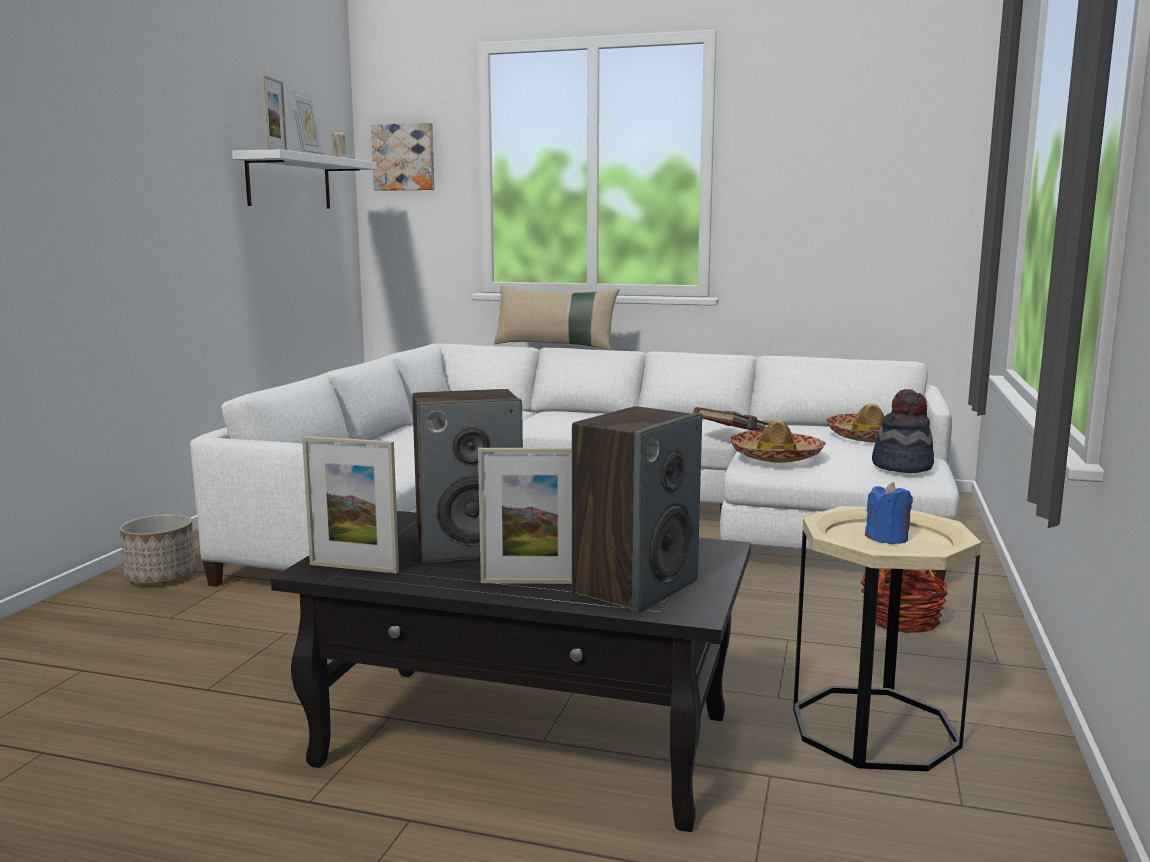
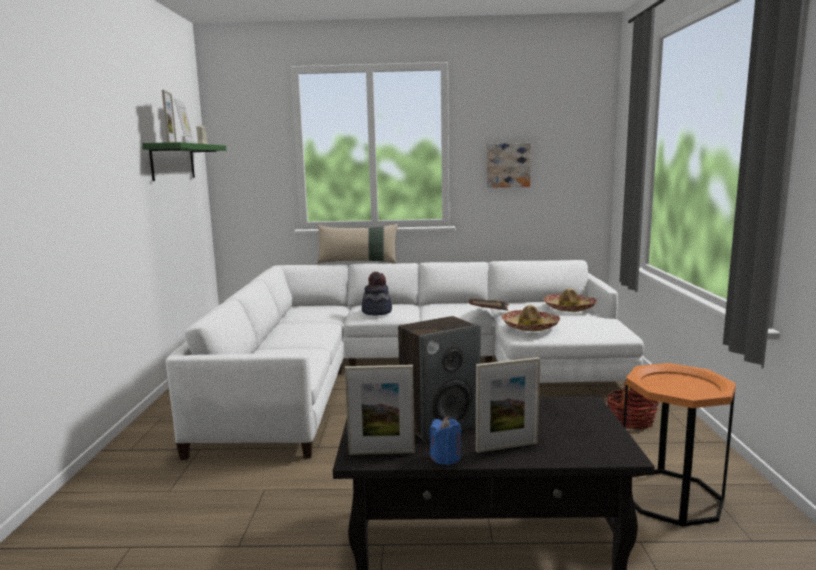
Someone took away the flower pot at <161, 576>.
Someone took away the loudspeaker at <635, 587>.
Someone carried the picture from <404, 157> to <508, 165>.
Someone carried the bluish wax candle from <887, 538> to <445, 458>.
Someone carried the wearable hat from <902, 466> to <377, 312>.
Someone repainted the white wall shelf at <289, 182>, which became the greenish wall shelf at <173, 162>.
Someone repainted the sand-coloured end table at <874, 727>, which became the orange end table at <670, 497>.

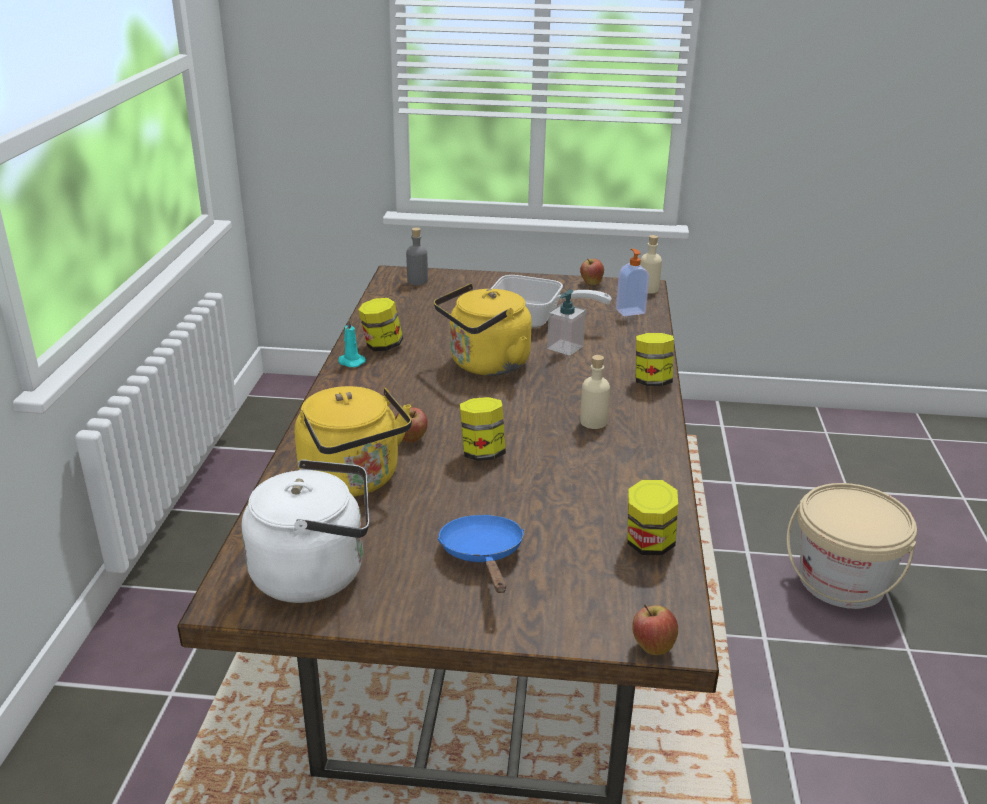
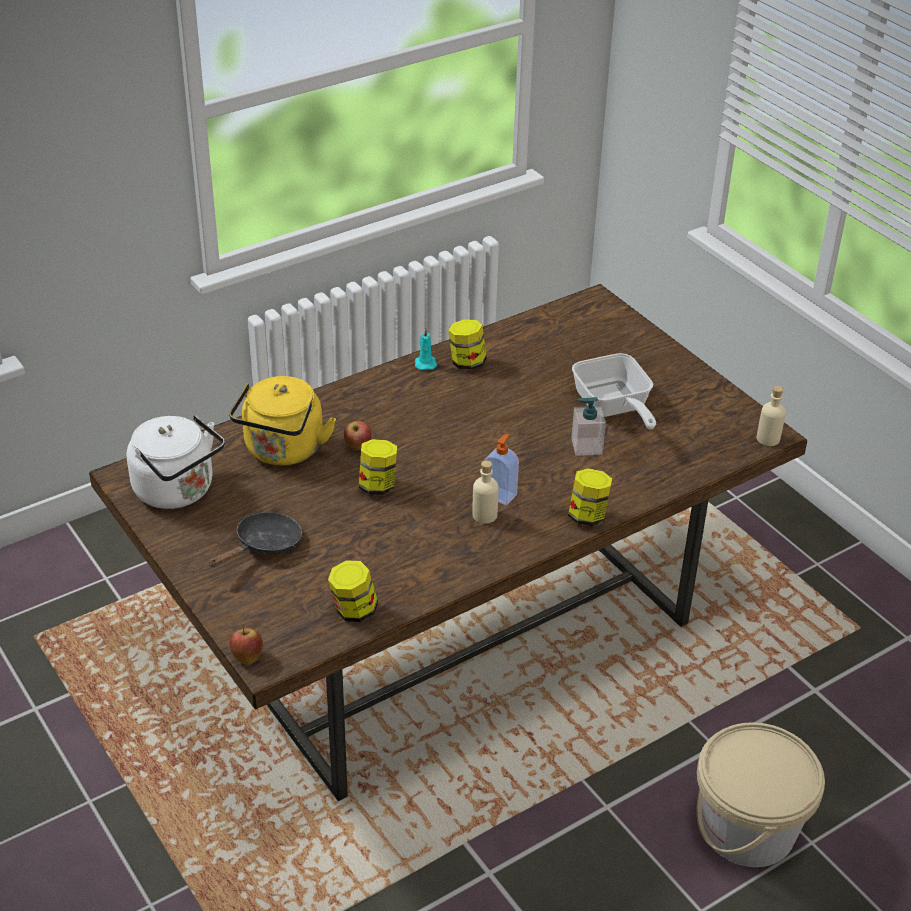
Someone took away the greyish drink bottle at <417, 281>.
Someone took away the yellowish tea kettle at <485, 365>.
Someone took away the apple fruit at <591, 283>.
Someone carried the soap bottle from <630, 311> to <500, 495>.
Someone repainted the bluish pan at <483, 555>, which became the black-coloured pan at <264, 545>.

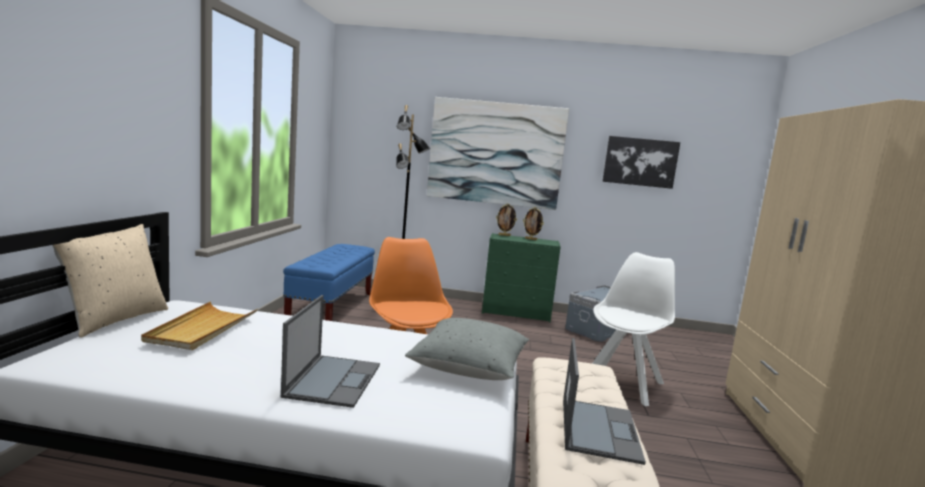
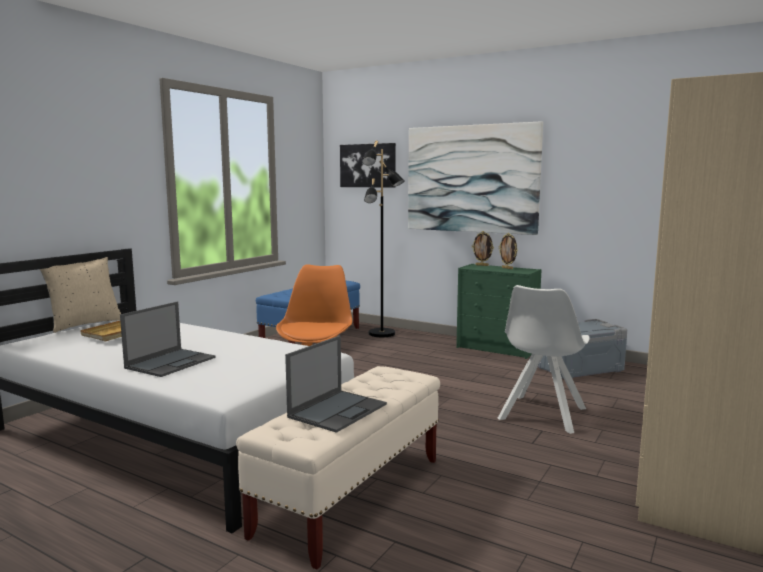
Someone took away the greyish pillow at <469, 368>.
Someone carried the picture from <640, 162> to <368, 165>.
Someone rotated the white plain chair at <623, 382> by 150 degrees clockwise.

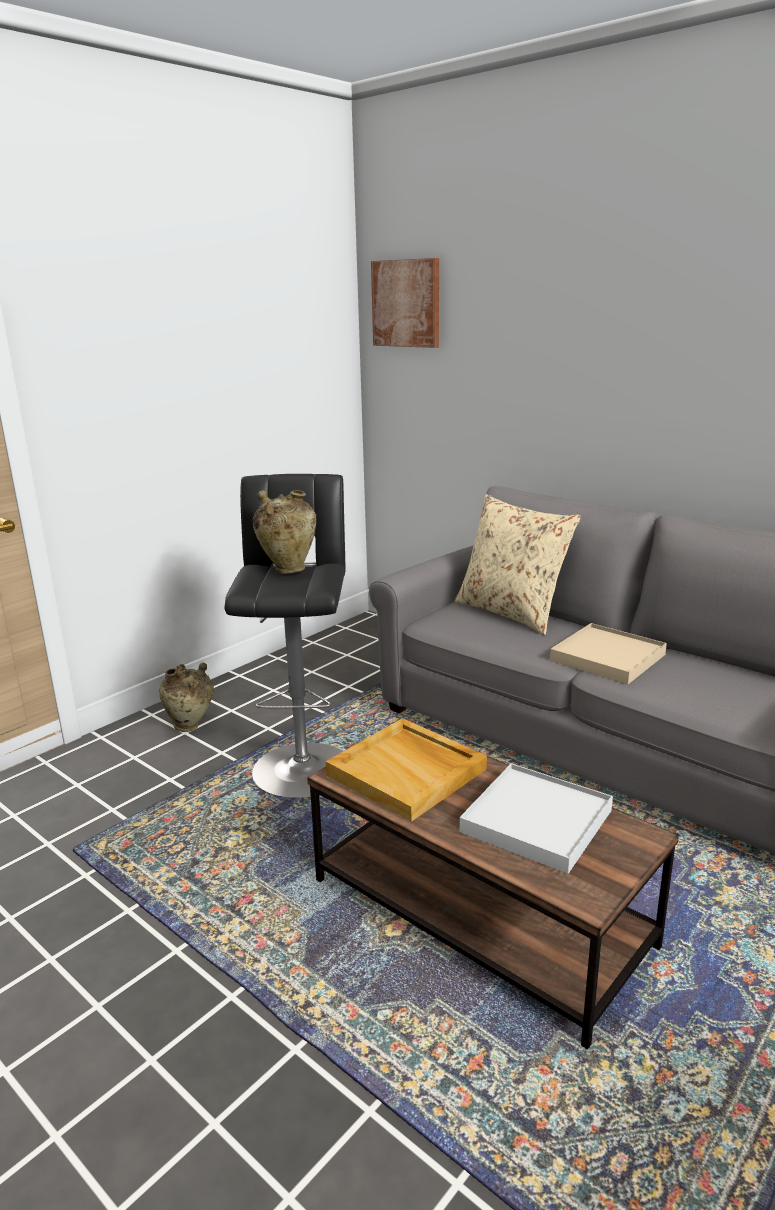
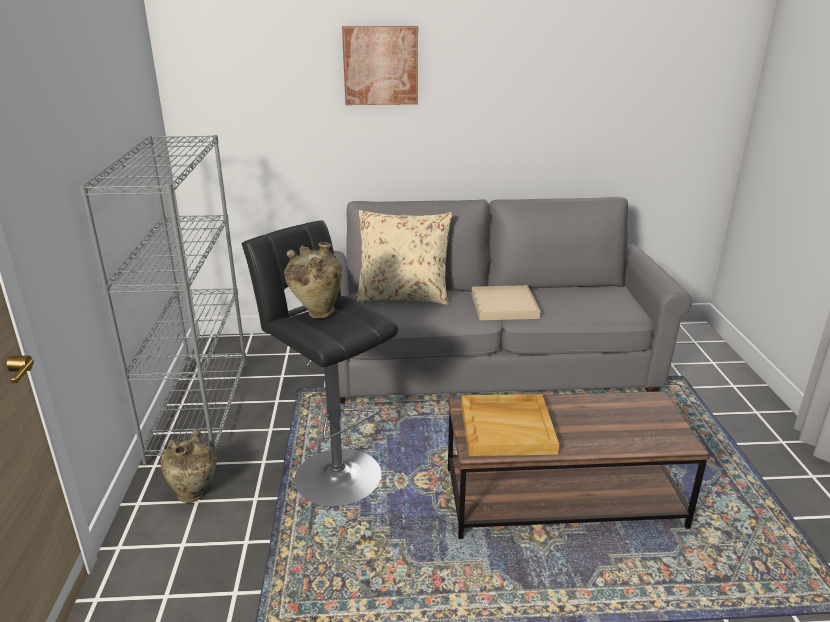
Someone took away the white tray at <537, 821>.
Someone put down the greyish bookcase at <200, 408>.
Someone carried the picture from <406, 303> to <380, 65>.

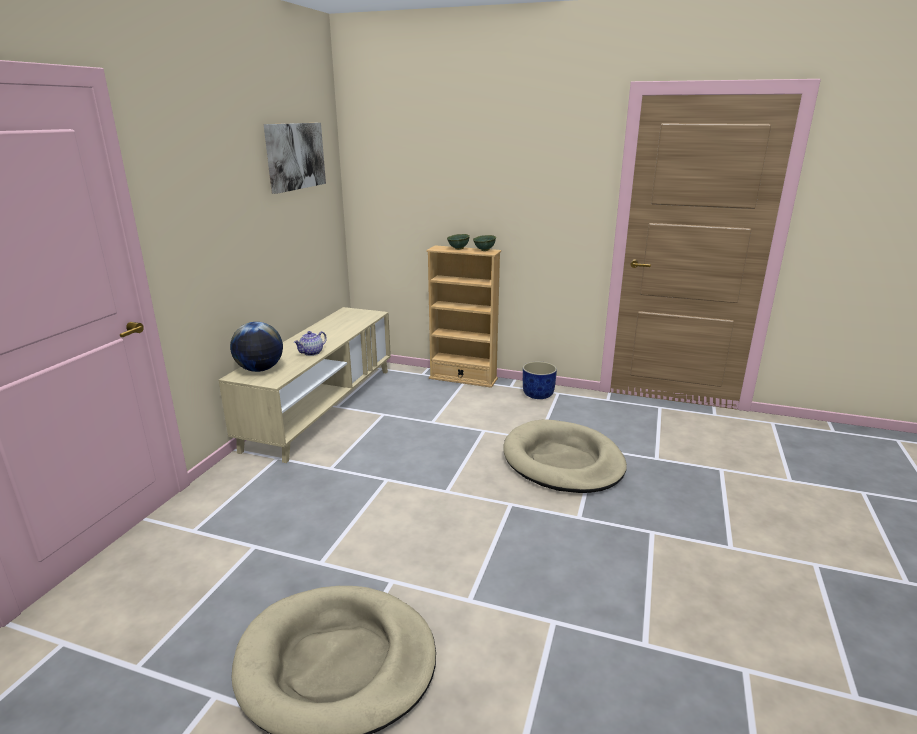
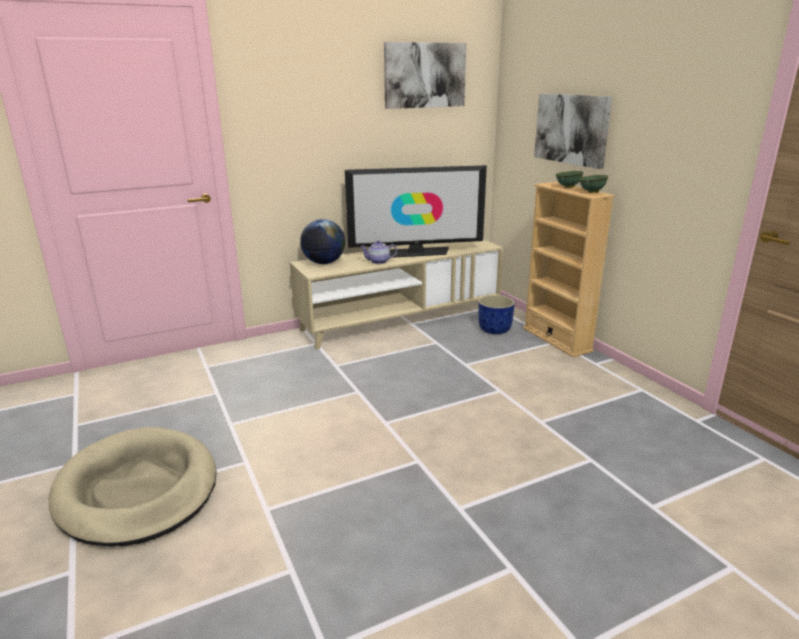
Someone took away the sand-coloured dog cushion at <562, 461>.
Someone put down the TV at <416, 252>.
Someone put up the picture at <571, 129>.
Someone carried the bluish flower pot from <537, 394> to <495, 329>.

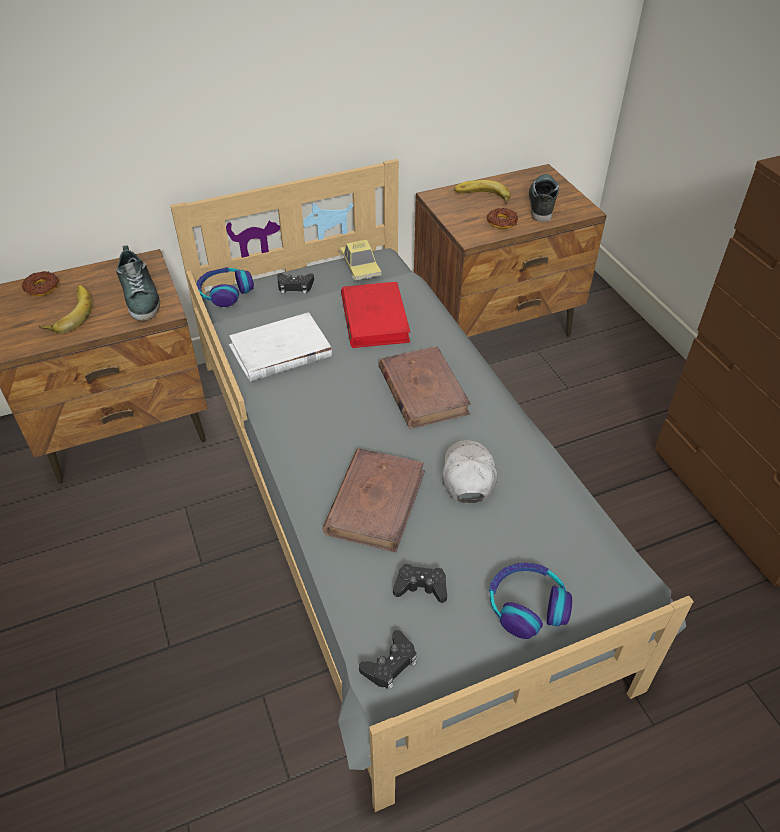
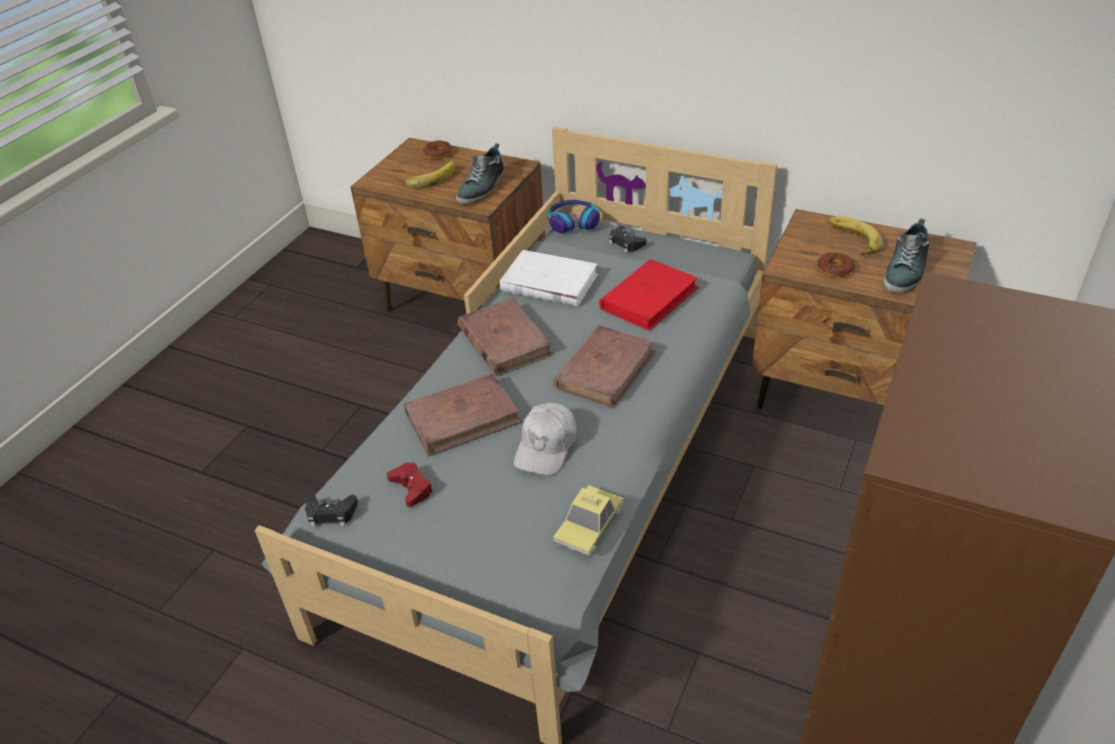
Someone took away the headset at <527, 605>.
Someone put down the brown-coloured bound book at <504, 341>.
Someone carried the miniature car from <360, 266> to <589, 524>.
Someone repainted the black-coloured game controller at <421, 587>, which became the reddish game controller at <411, 488>.
Someone rotated the white baseball cap at <468, 475> by 150 degrees clockwise.
Someone rotated the shoe at <541, 202> by 150 degrees clockwise.

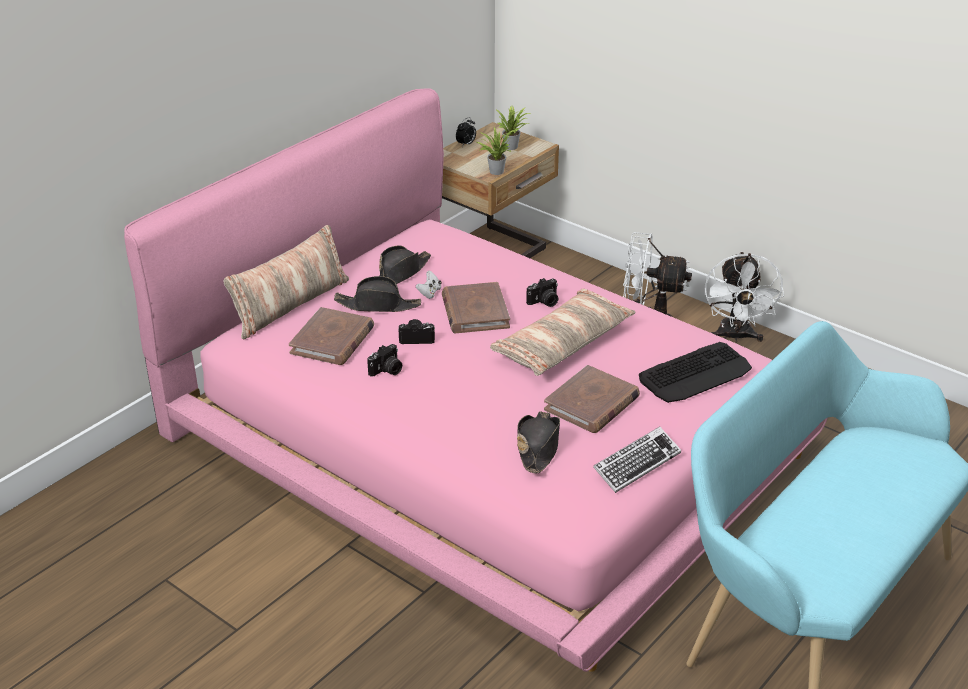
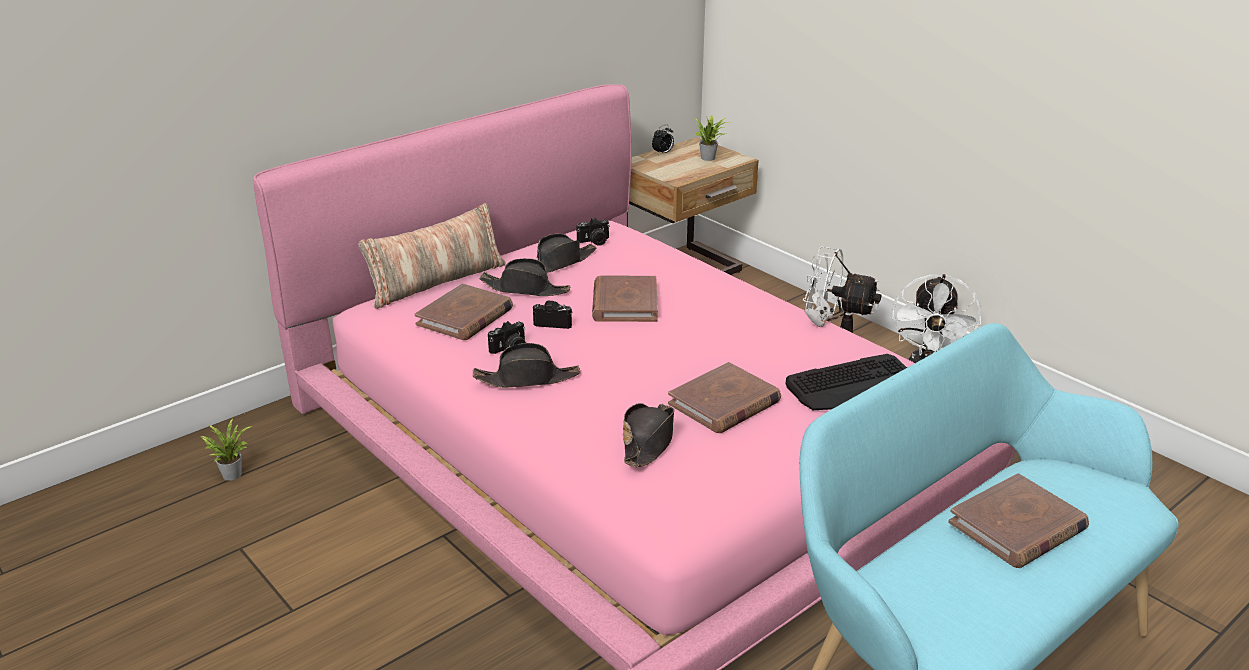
Someone took away the pillow at <562, 344>.
Someone took away the keyboard at <636, 464>.
Someone put down the black-coloured wearable hat at <527, 378>.
Someone put down the brown-coloured bound book at <1017, 526>.
Someone carried the white game controller from <429, 293> to <819, 321>.
Someone carried the potted plant from <495, 171> to <231, 473>.
Someone carried the still camera from <544, 302> to <594, 242>.

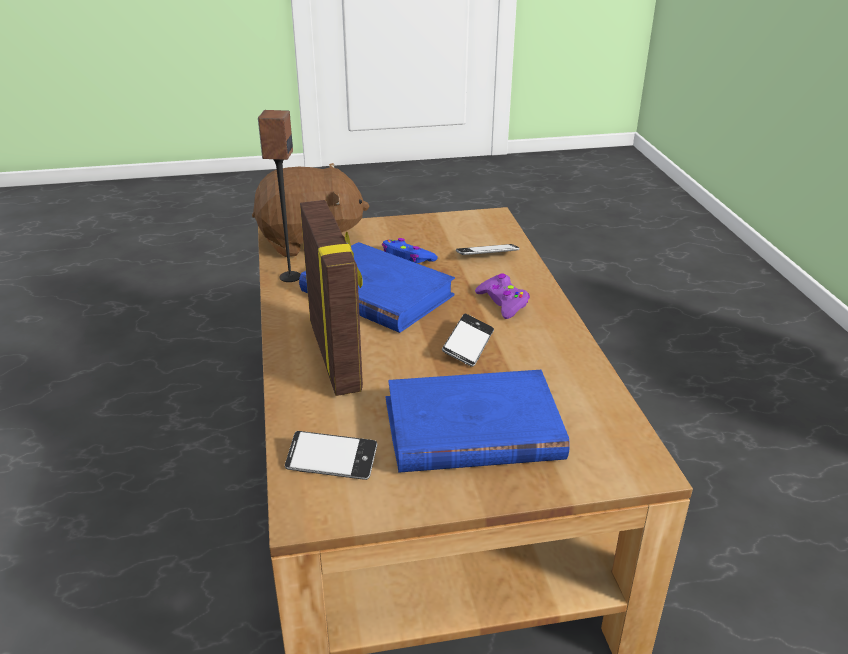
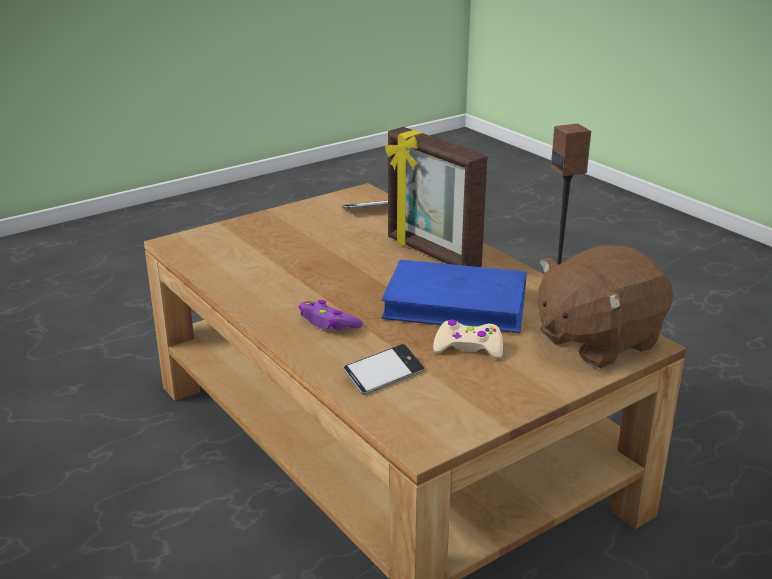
Someone took away the bluish bound book at <472, 429>.
Someone took away the telephone at <468, 345>.
Someone repainted the bluish game controller at <407, 258>, which became the sand-coloured game controller at <468, 348>.

